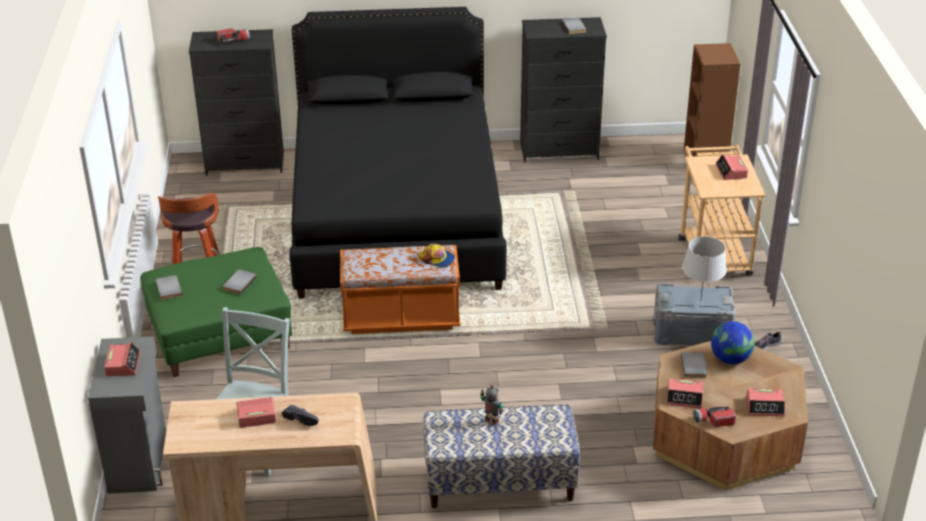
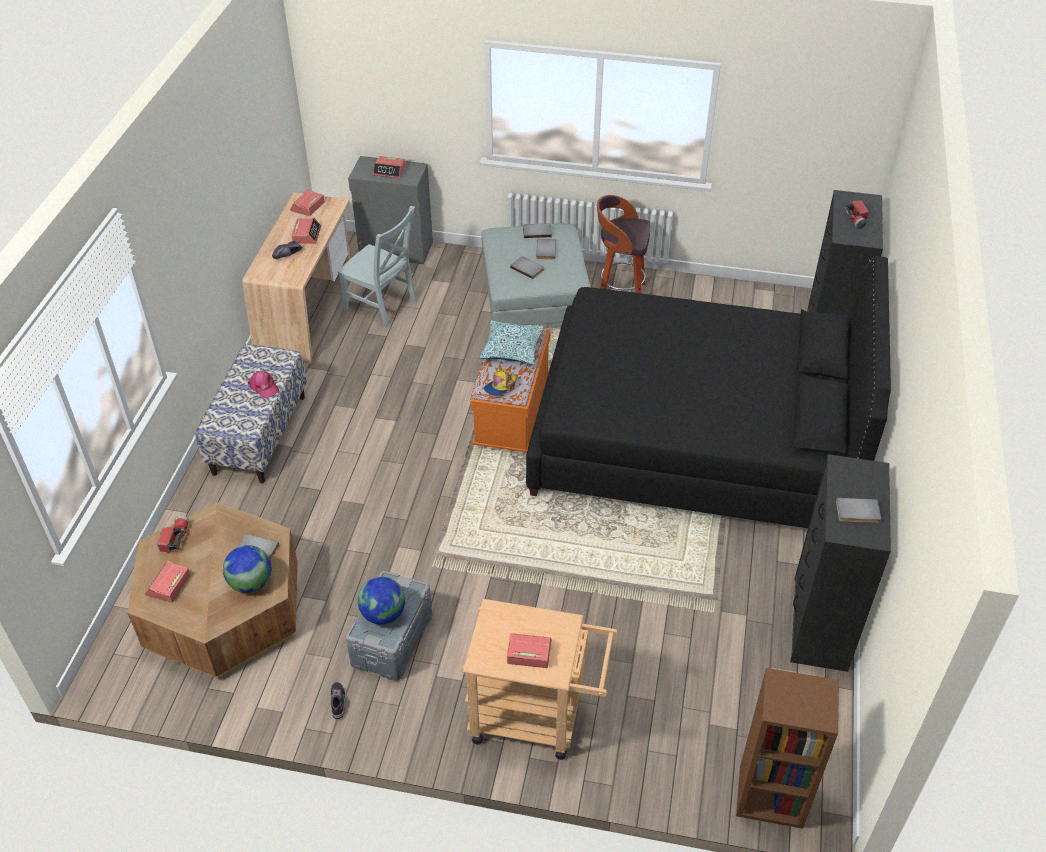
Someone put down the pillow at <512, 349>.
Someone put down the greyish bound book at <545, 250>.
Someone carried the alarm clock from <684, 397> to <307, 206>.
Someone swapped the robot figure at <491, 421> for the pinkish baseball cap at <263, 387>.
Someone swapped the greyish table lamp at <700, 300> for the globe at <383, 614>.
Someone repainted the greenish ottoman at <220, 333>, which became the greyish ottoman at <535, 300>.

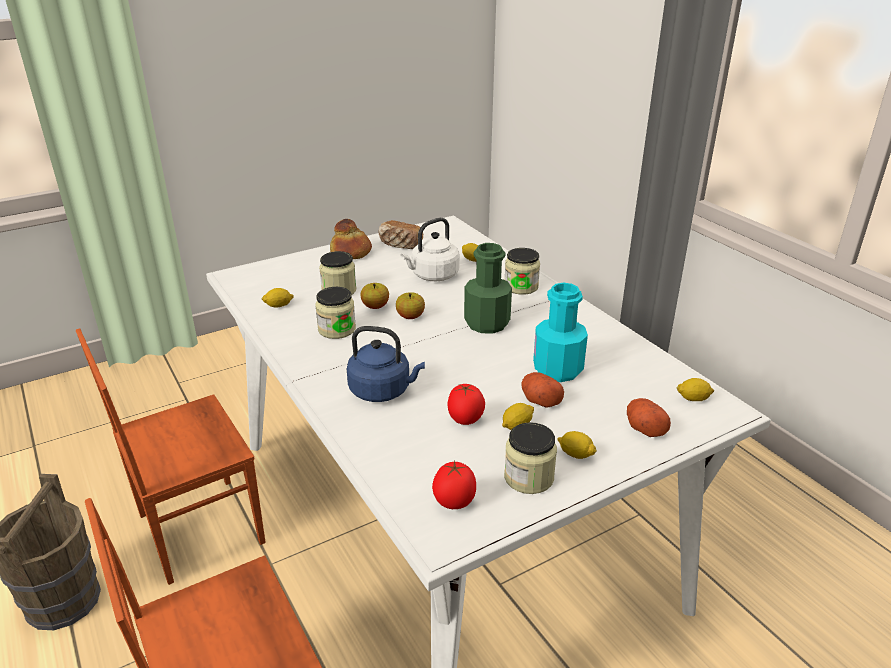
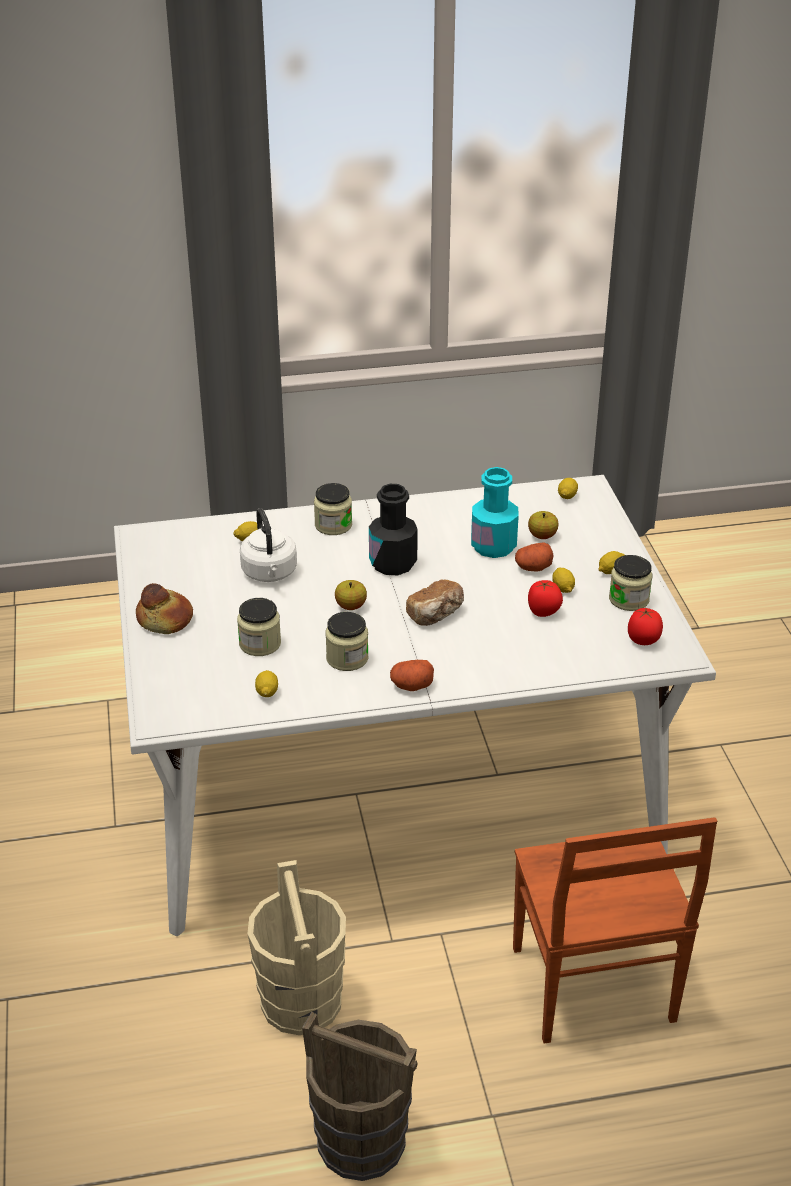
Someone took away the bluish tea kettle at <383, 391>.
Someone carried the apple fruit from <375, 306> to <542, 536>.
Someone carried the bread from <400, 245> to <436, 615>.
Someone carried the spud from <644, 428> to <411, 685>.
Someone swapped the brown-coloured plain chair at <198, 528> for the sand-coloured water bucket at <301, 1002>.
Someone repainted the greenish drink bottle at <487, 323>, which became the black-coloured drink bottle at <393, 563>.

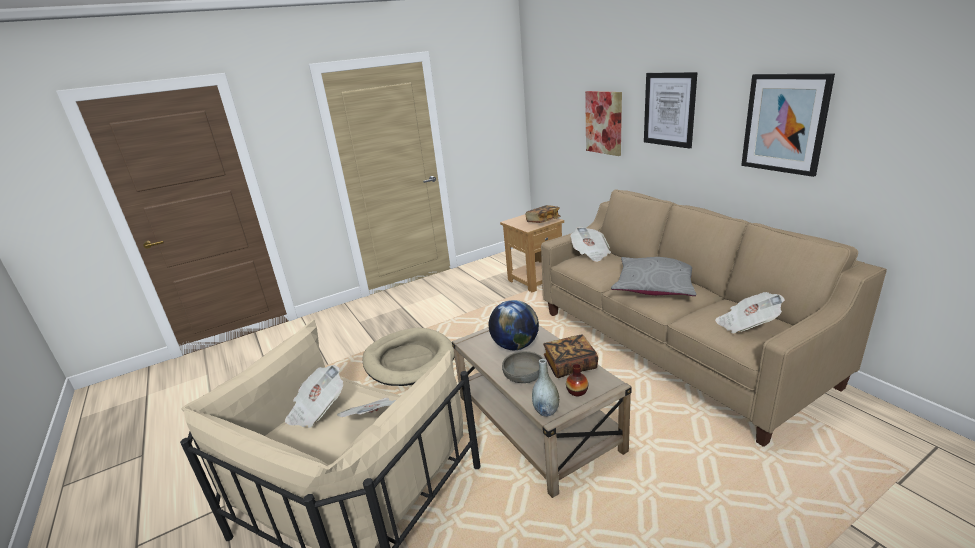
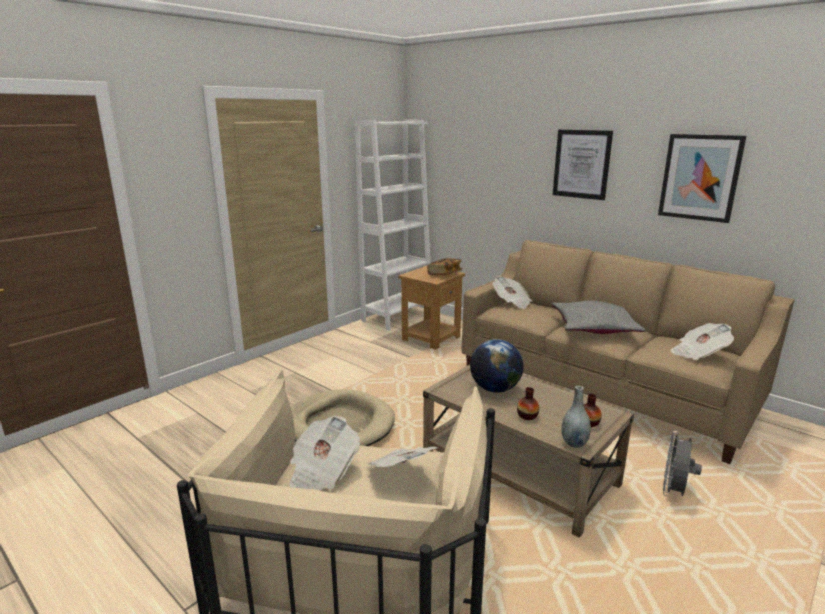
Someone took away the bound book at <570, 365>.
Someone took away the picture at <604, 122>.
Someone put down the white bookcase at <397, 316>.
Someone put down the greyish fan at <674, 492>.
Someone swapped the greyish bowl at <524, 377> for the flower vase at <527, 416>.

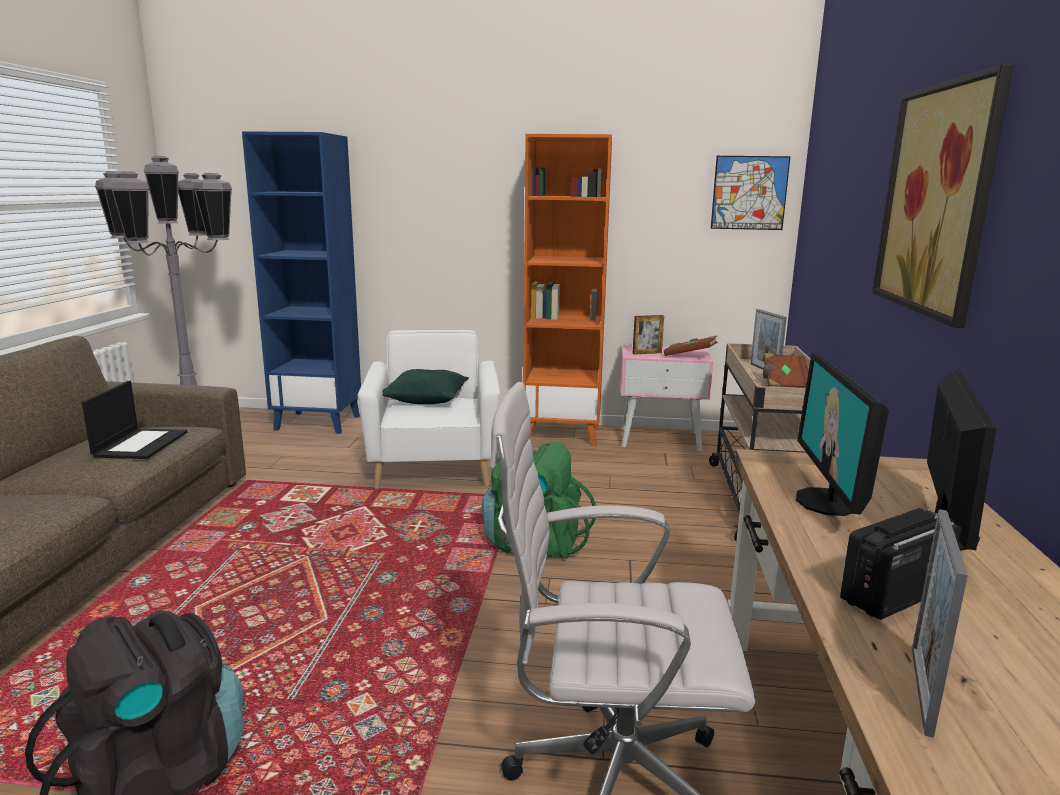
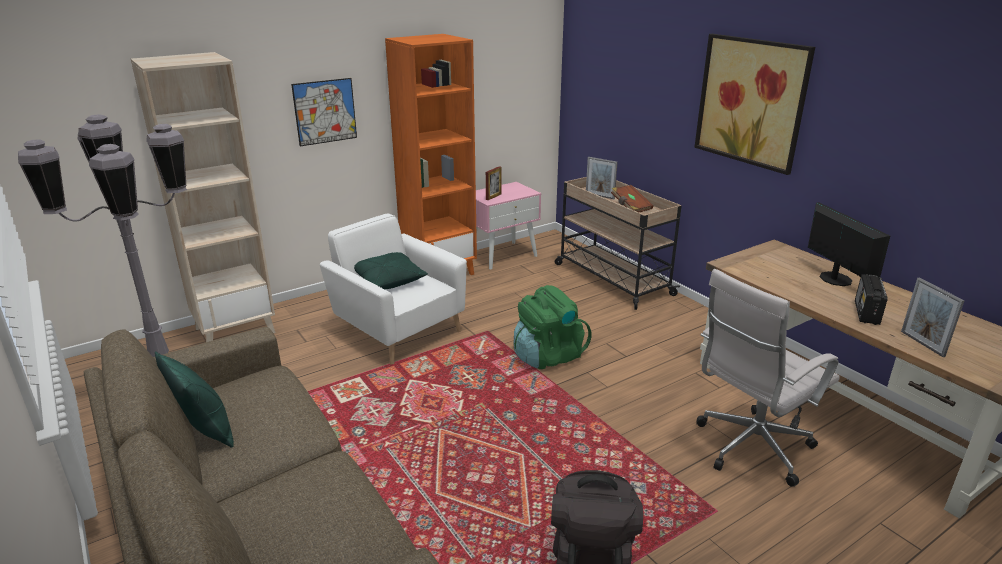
Someone took away the portable computer at <140, 444>.
Someone took away the brown-coloured bound book at <689, 356>.
Someone took away the monitor at <827, 502>.
Someone put down the greenish pillow at <205, 431>.
Someone carried the picture from <749, 193> to <325, 111>.
Someone repainted the bluish bookcase at <318, 422>, which became the sand-coloured bookcase at <235, 330>.

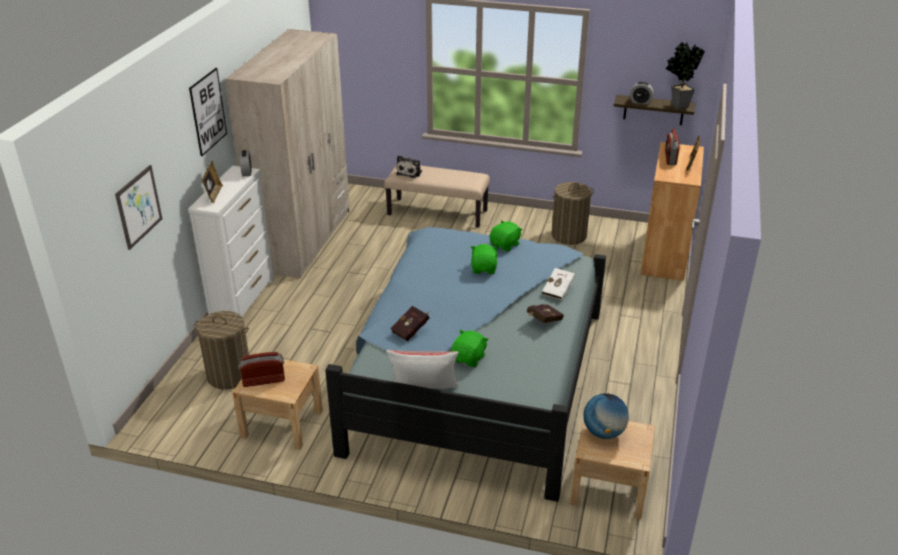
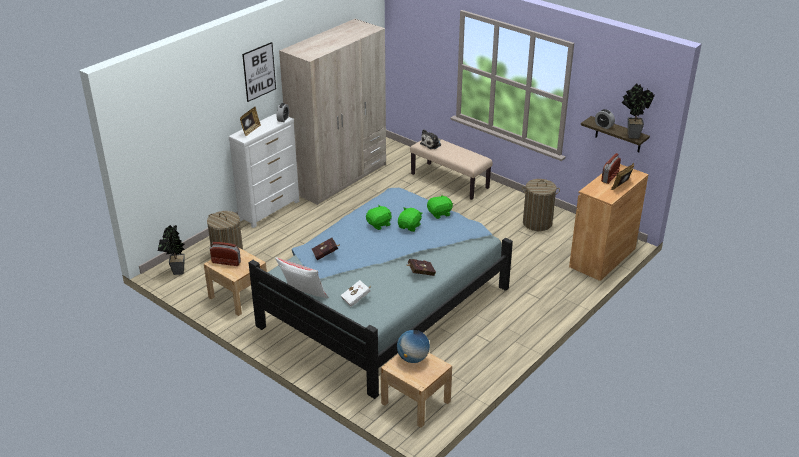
Someone took away the picture at <139, 206>.
Someone put down the potted plant at <177, 272>.
Someone carried the greenish cuddly toy from <469, 358> to <379, 224>.
Someone carried the white bound book from <559, 290> to <357, 299>.

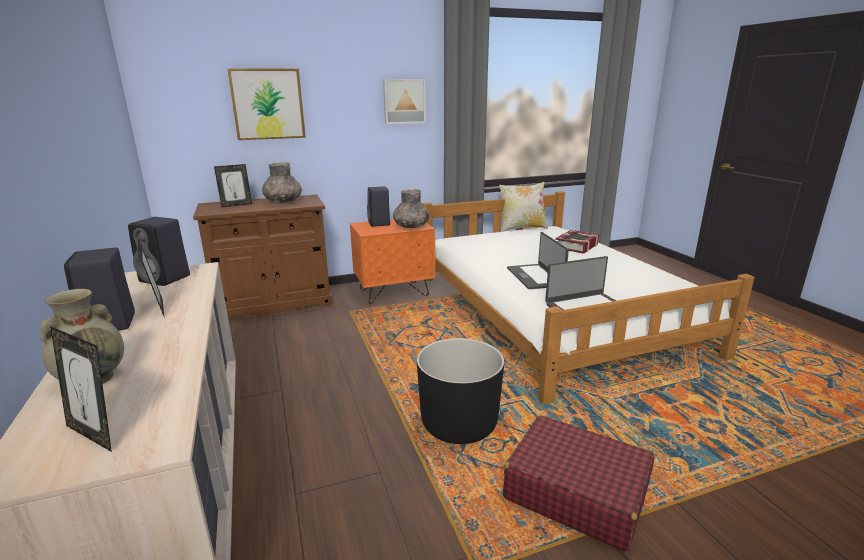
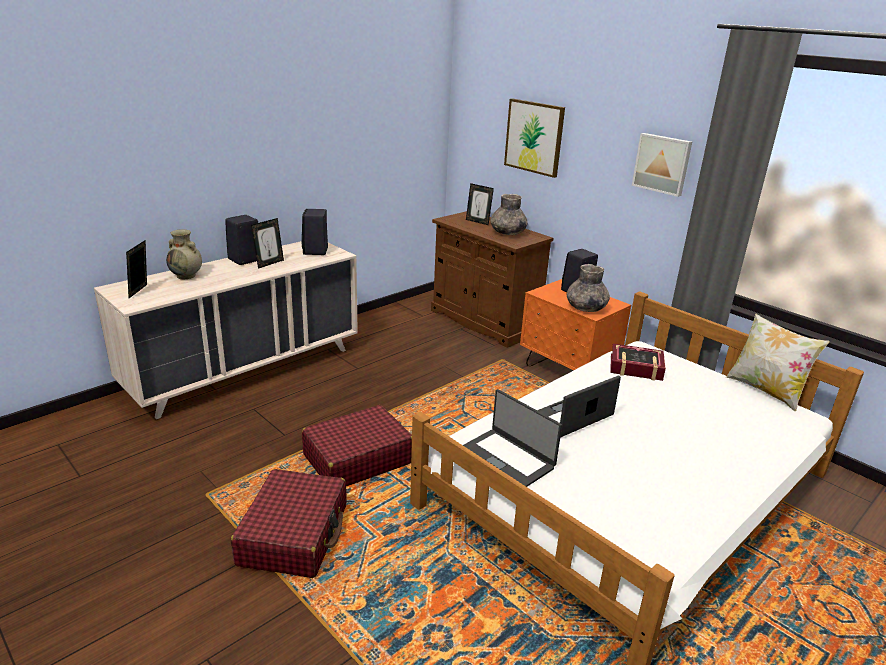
Someone carried the bound book from <576, 246> to <636, 368>.
Someone swapped the black-coloured flower pot at <459, 423> for the reddish suitcase at <357, 459>.

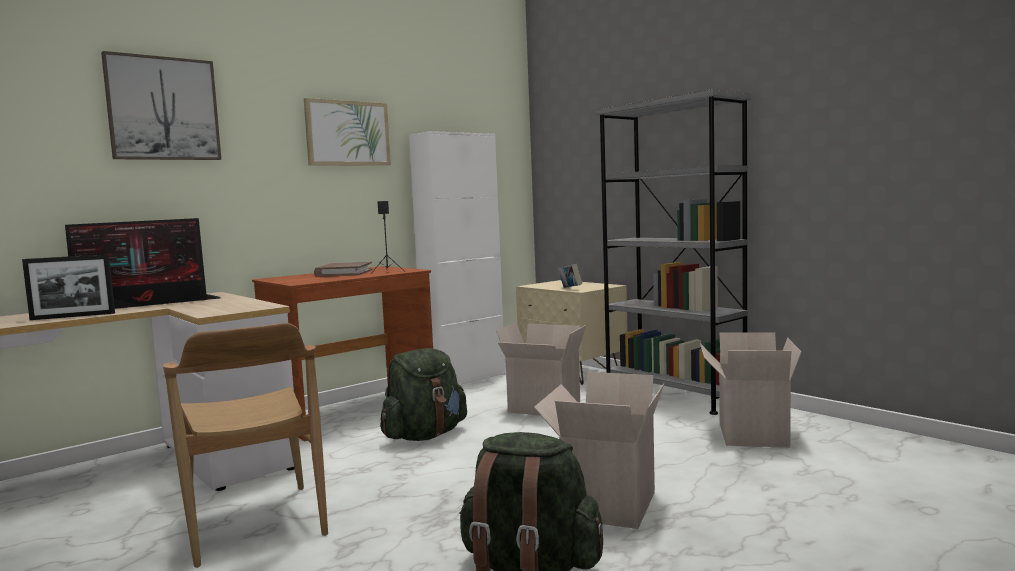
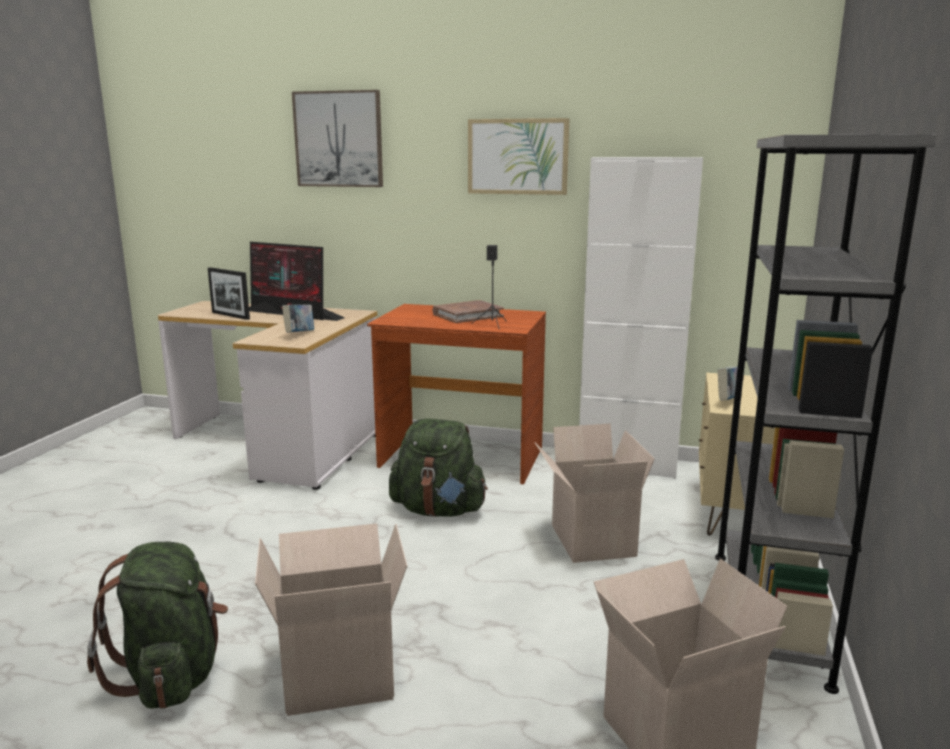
Someone took away the brown-coloured plain chair at <254, 524>.
Someone put down the bound book at <299, 334>.

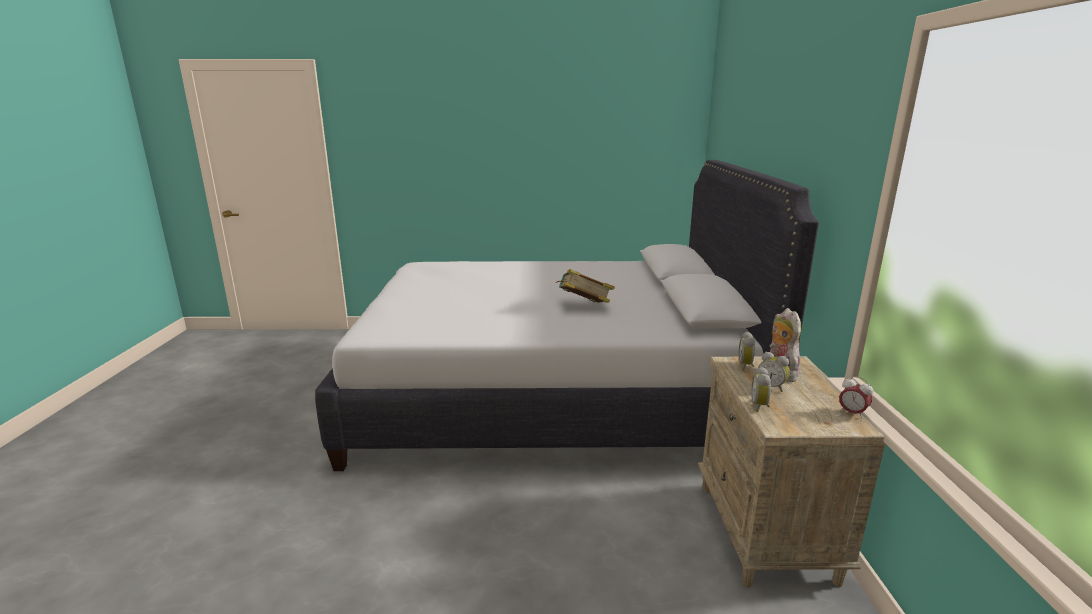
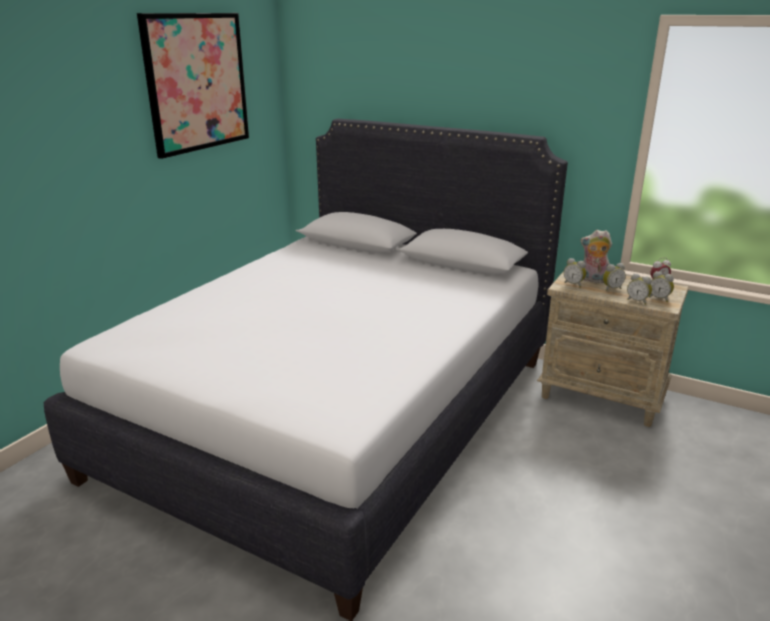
Someone took away the bound book at <583, 307>.
Someone put up the picture at <197, 82>.
Someone put down the alarm clock at <659, 298>.

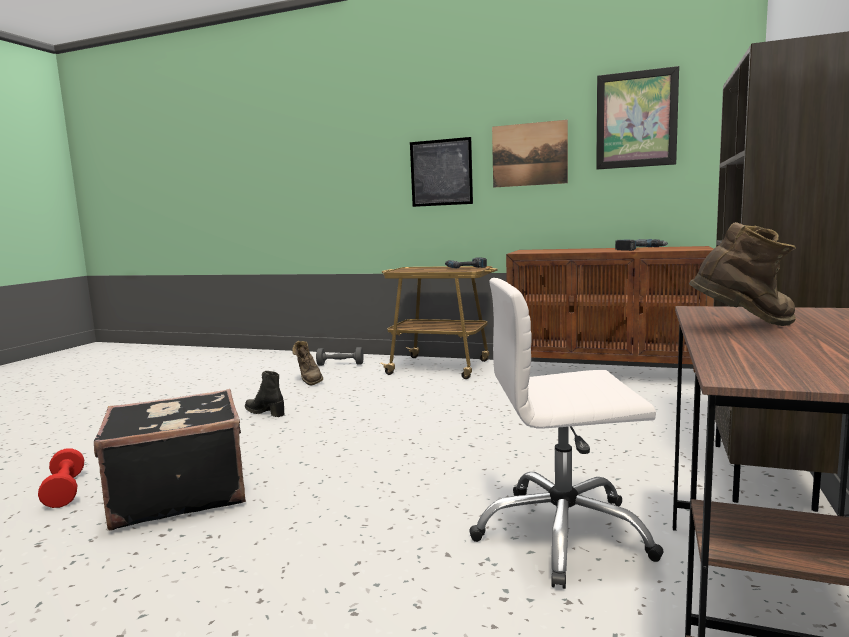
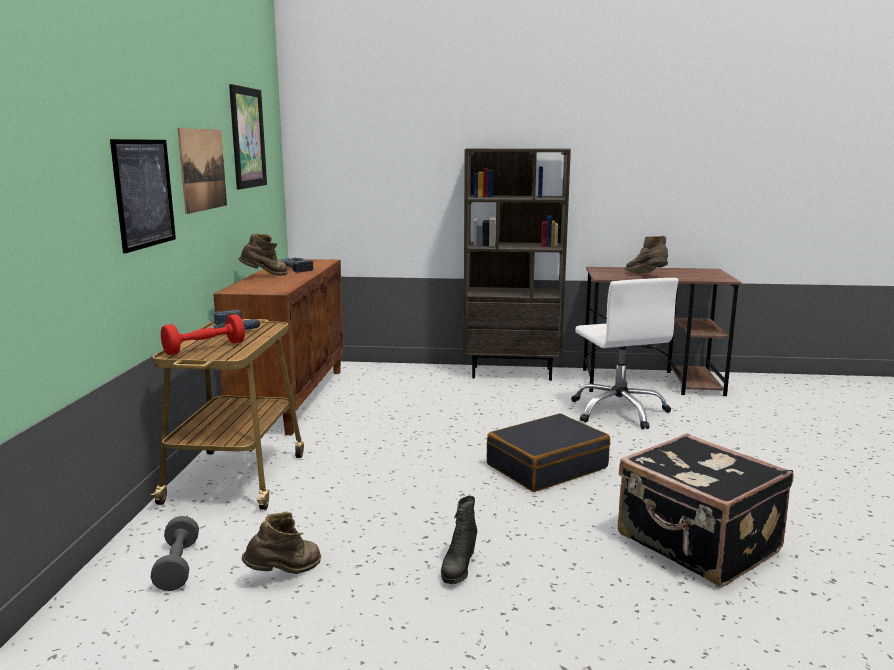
Someone put down the brown-coloured tall boot at <265, 276>.
Someone put down the black-coloured suitcase at <546, 466>.
Someone carried the reddish free weight from <65, 491> to <204, 348>.

